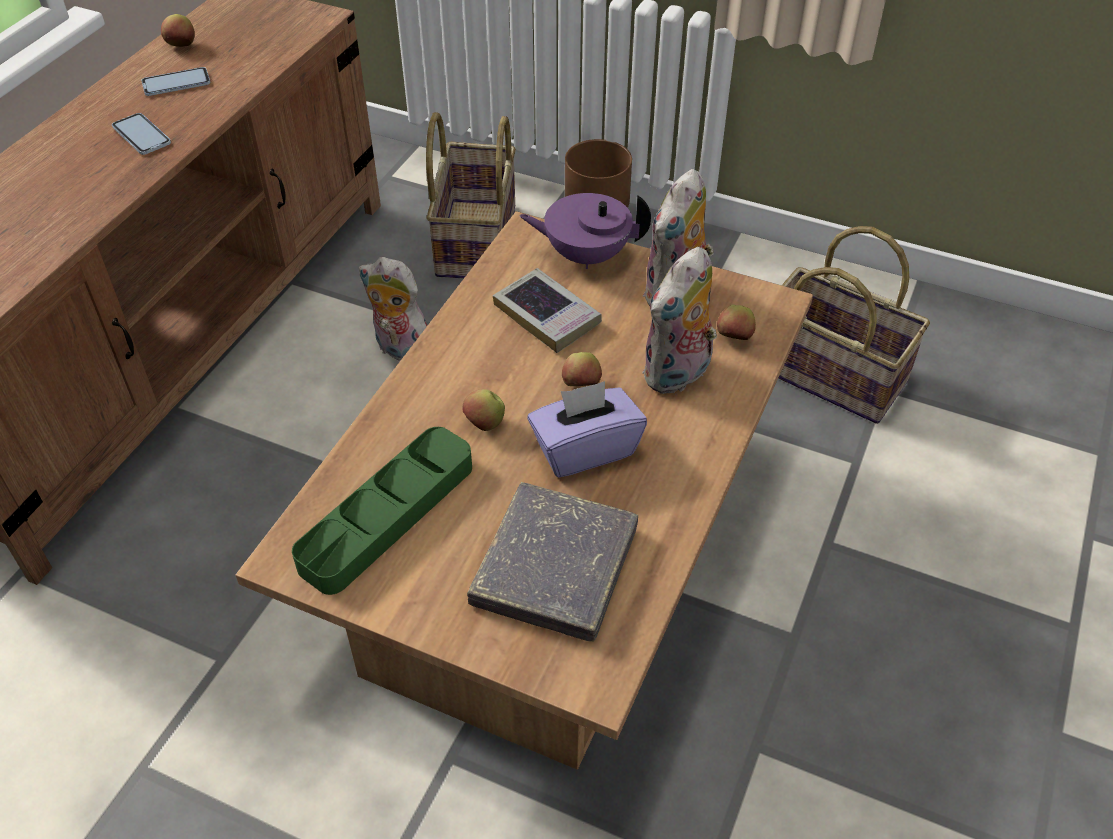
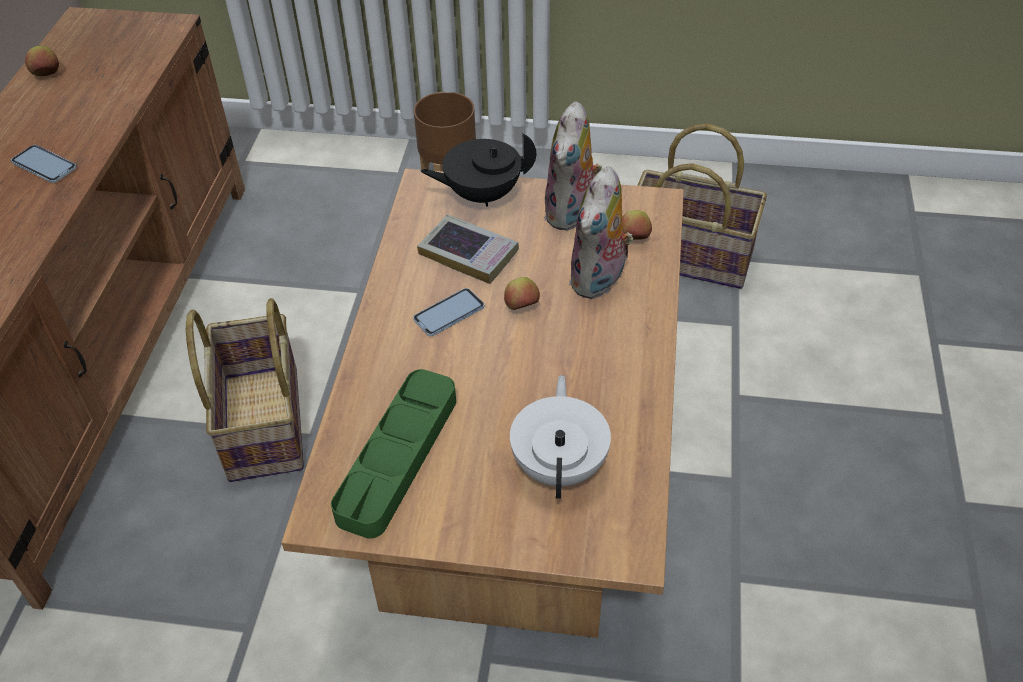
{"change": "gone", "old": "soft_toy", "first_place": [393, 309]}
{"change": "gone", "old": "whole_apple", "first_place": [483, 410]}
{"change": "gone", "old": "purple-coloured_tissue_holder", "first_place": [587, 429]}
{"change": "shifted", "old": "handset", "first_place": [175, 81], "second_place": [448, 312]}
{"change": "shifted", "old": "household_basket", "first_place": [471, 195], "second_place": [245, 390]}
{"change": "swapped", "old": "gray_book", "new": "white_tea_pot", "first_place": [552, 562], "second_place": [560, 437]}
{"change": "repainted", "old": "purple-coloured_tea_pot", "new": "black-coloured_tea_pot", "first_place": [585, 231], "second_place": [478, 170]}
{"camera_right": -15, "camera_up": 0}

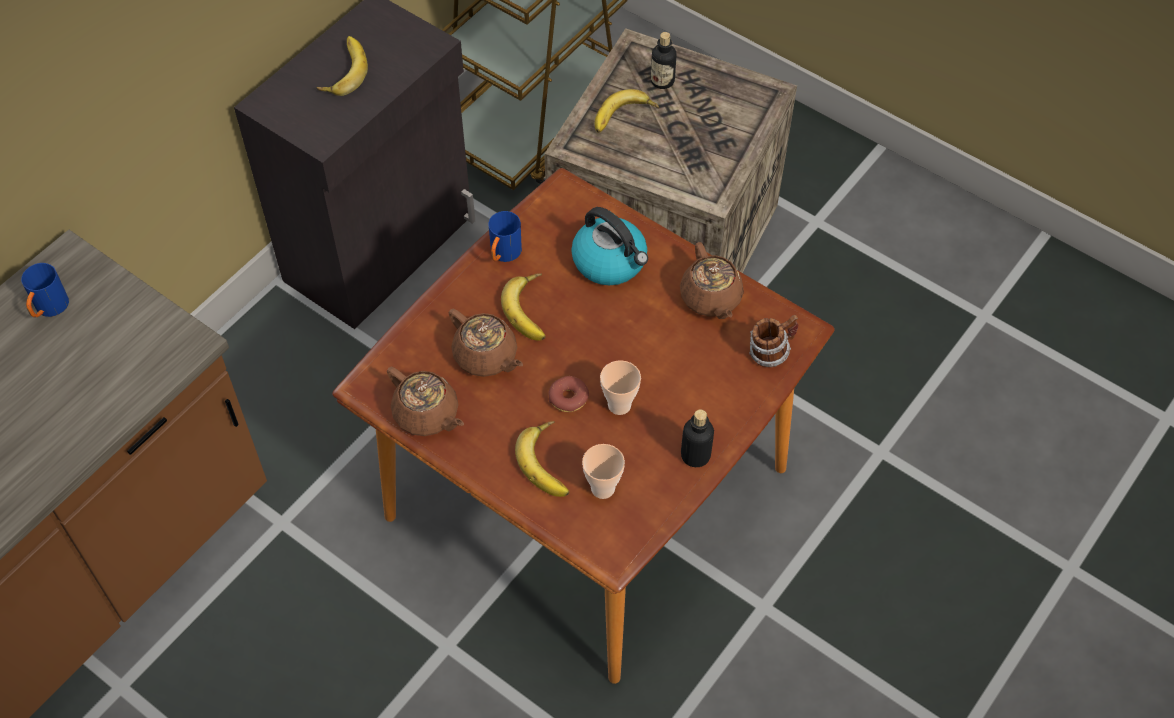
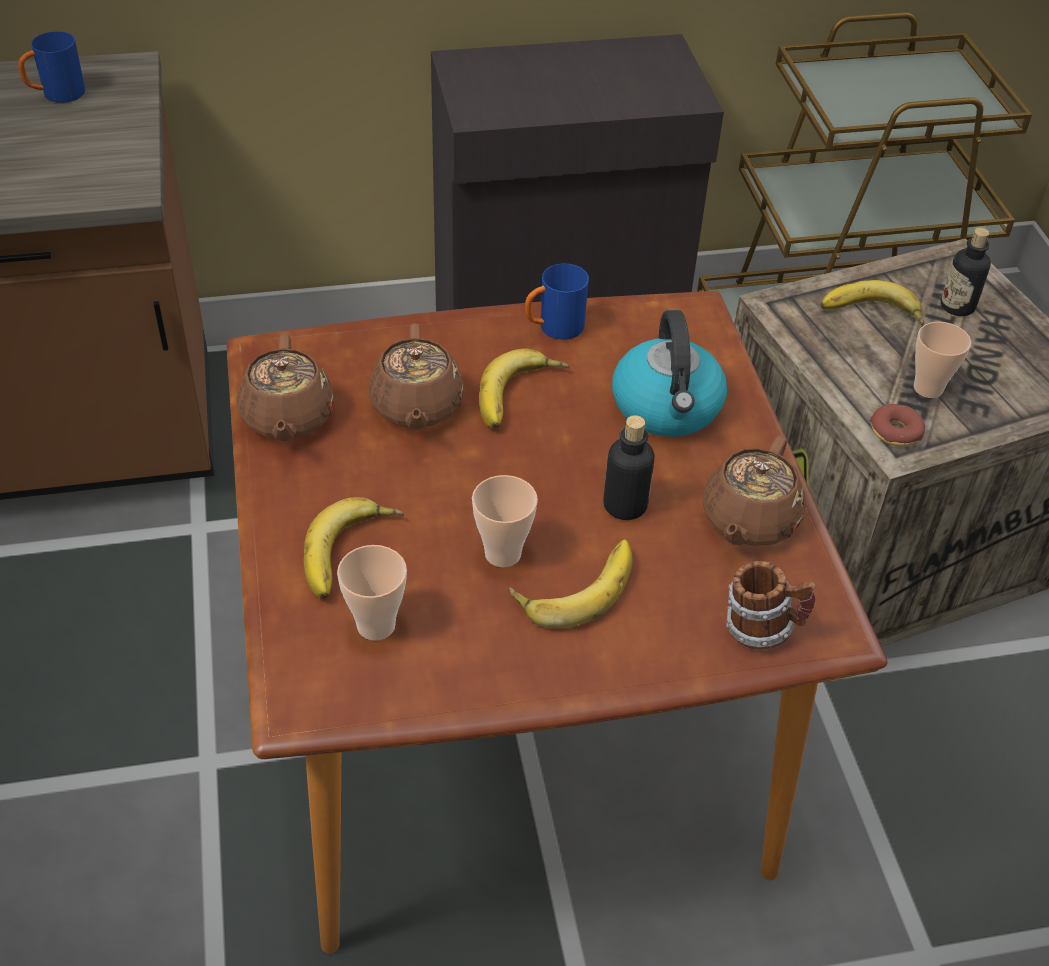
{"change": "new", "new": "cup", "second_place": [942, 360]}
{"change": "shifted", "old": "banana_fruit", "first_place": [342, 66], "second_place": [570, 583]}
{"change": "shifted", "old": "donut", "first_place": [568, 394], "second_place": [897, 425]}
{"change": "shifted", "old": "drink_bottle", "first_place": [697, 438], "second_place": [628, 467]}
{"camera_right": 40, "camera_up": -10}

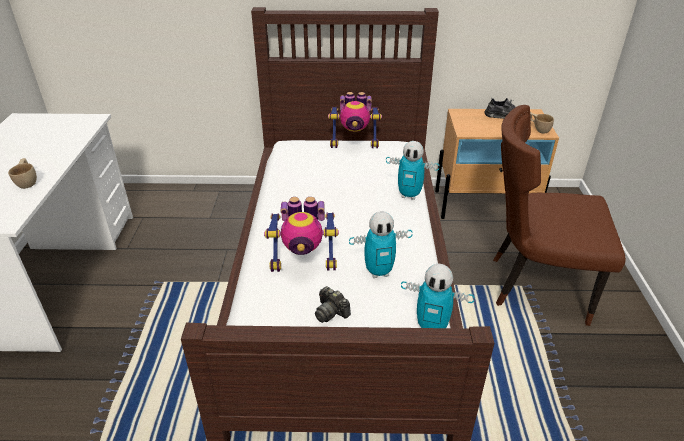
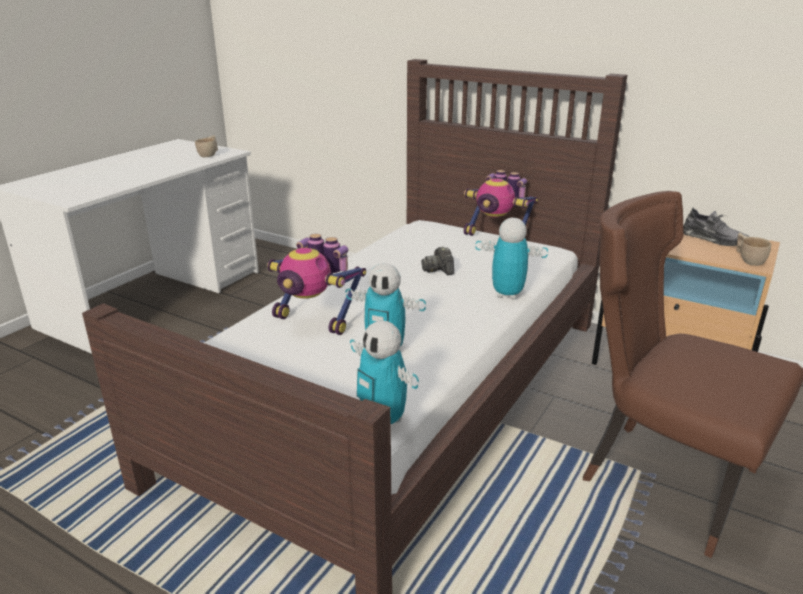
{"change": "shifted", "old": "beige_cup", "first_place": [22, 173], "second_place": [206, 146]}
{"change": "shifted", "old": "photo_camera", "first_place": [333, 304], "second_place": [437, 261]}
{"change": "rotated", "old": "robot_figure", "first_place": [413, 170], "second_place": [511, 258], "degrees": 150}
{"camera_right": 30, "camera_up": -10}

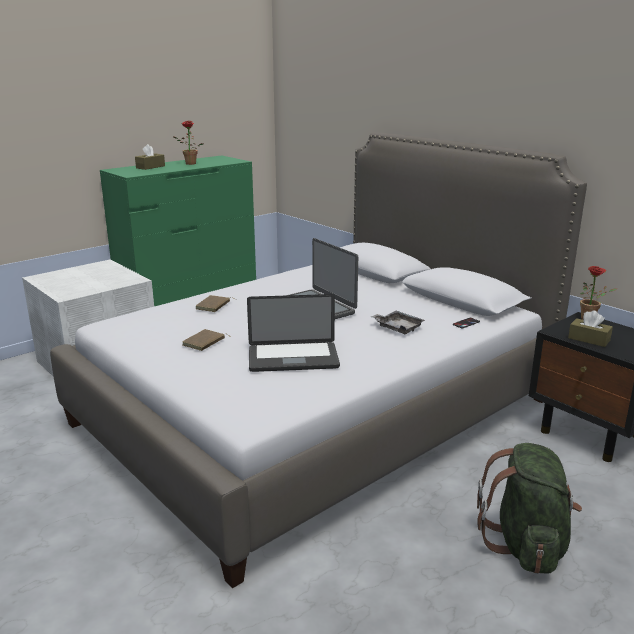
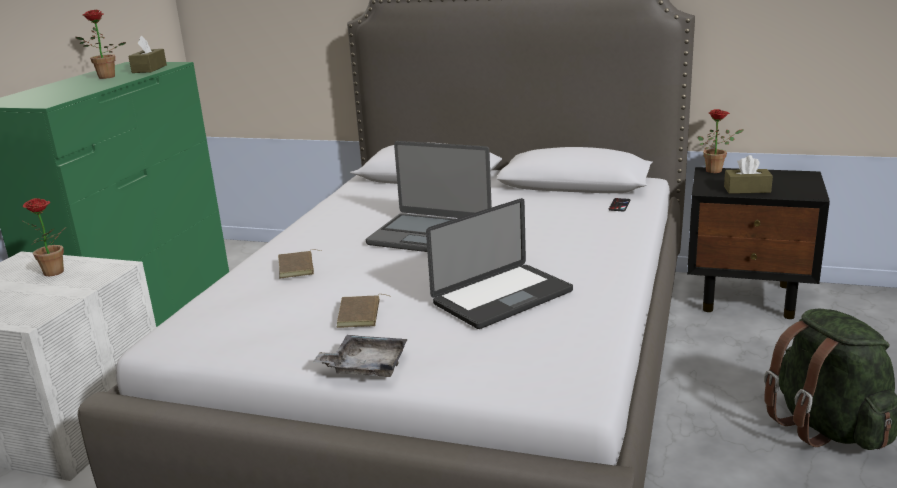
{"change": "new", "new": "plant_in_a_pot", "second_place": [44, 237]}
{"change": "shifted", "old": "brown_tissue_holder", "first_place": [150, 157], "second_place": [147, 54]}
{"change": "shifted", "old": "gray_carrying_tray", "first_place": [398, 322], "second_place": [360, 356]}
{"camera_right": -30, "camera_up": 0}

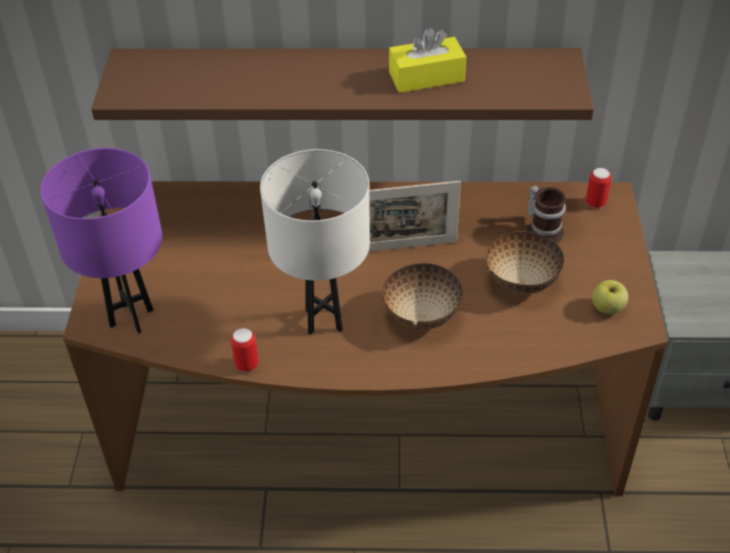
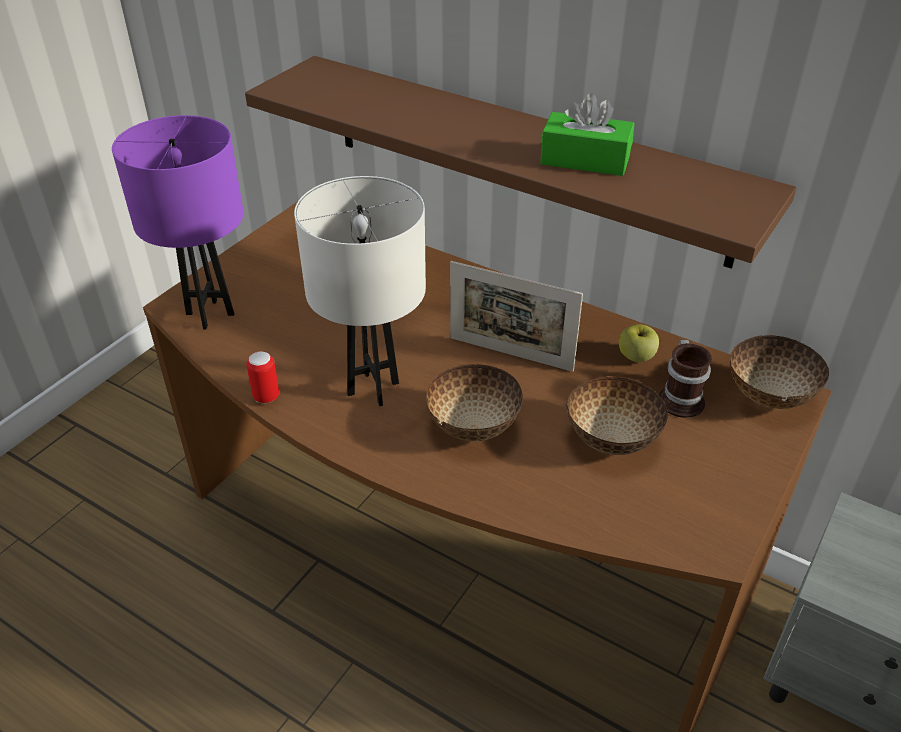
{"change": "shifted", "old": "whole_apple", "first_place": [610, 297], "second_place": [639, 343]}
{"change": "swapped", "old": "metal_can", "new": "bowl", "first_place": [598, 188], "second_place": [779, 372]}
{"change": "repainted", "old": "yellow-coloured_tissue_holder", "new": "green-coloured_tissue_holder", "first_place": [427, 60], "second_place": [587, 134]}
{"camera_right": 30, "camera_up": -5}

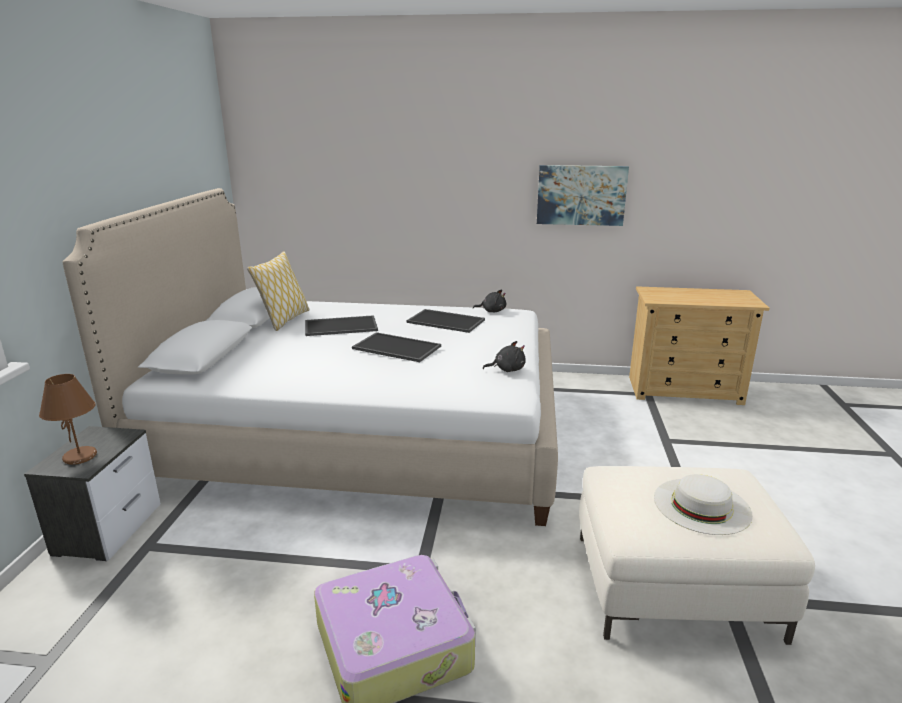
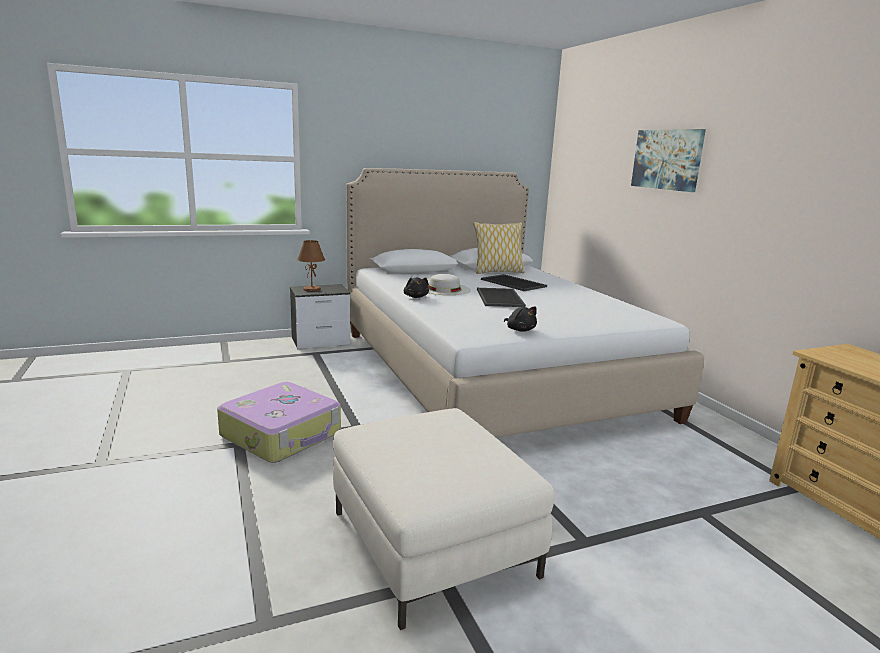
{"change": "gone", "old": "carrying_tray", "first_place": [446, 321]}
{"change": "shifted", "old": "black-coloured_soft_toy", "first_place": [489, 301], "second_place": [416, 287]}
{"change": "shifted", "old": "picture", "first_place": [583, 195], "second_place": [668, 160]}
{"change": "shifted", "old": "white_wearable_hat", "first_place": [703, 504], "second_place": [449, 284]}
{"camera_right": 60, "camera_up": -5}

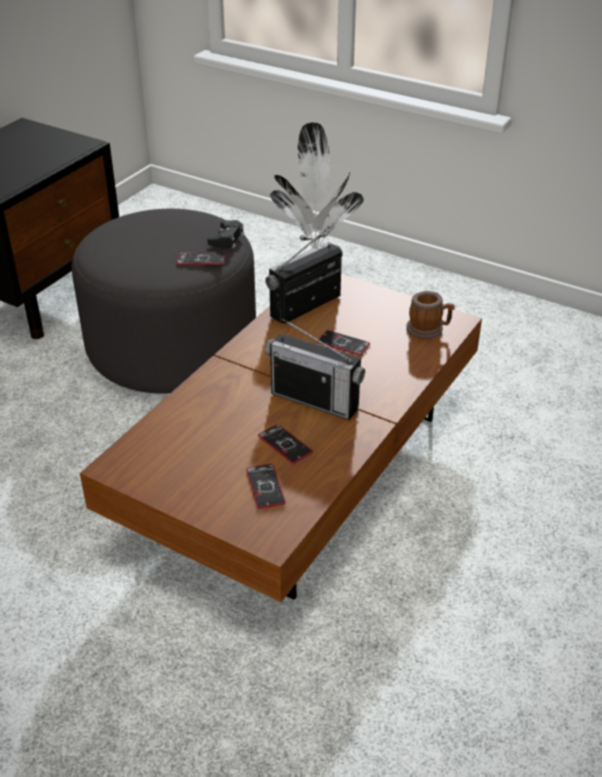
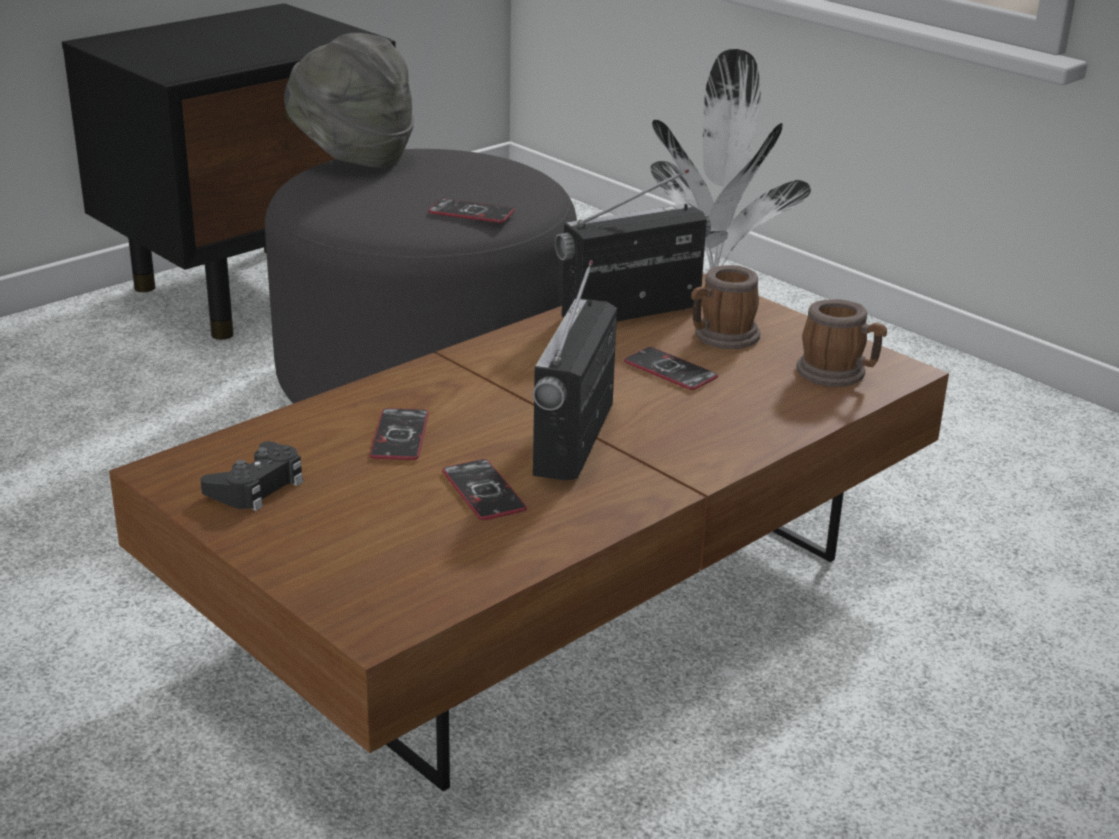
{"change": "new", "new": "gray_wearable_hat", "second_place": [349, 100]}
{"change": "new", "new": "mug", "second_place": [725, 307]}
{"change": "shifted", "old": "black-coloured_joypad", "first_place": [225, 234], "second_place": [251, 476]}
{"change": "shifted", "old": "handset", "first_place": [266, 486], "second_place": [399, 434]}
{"change": "rotated", "old": "radio", "first_place": [315, 369], "second_place": [575, 370], "degrees": 60}
{"camera_right": 15, "camera_up": -10}

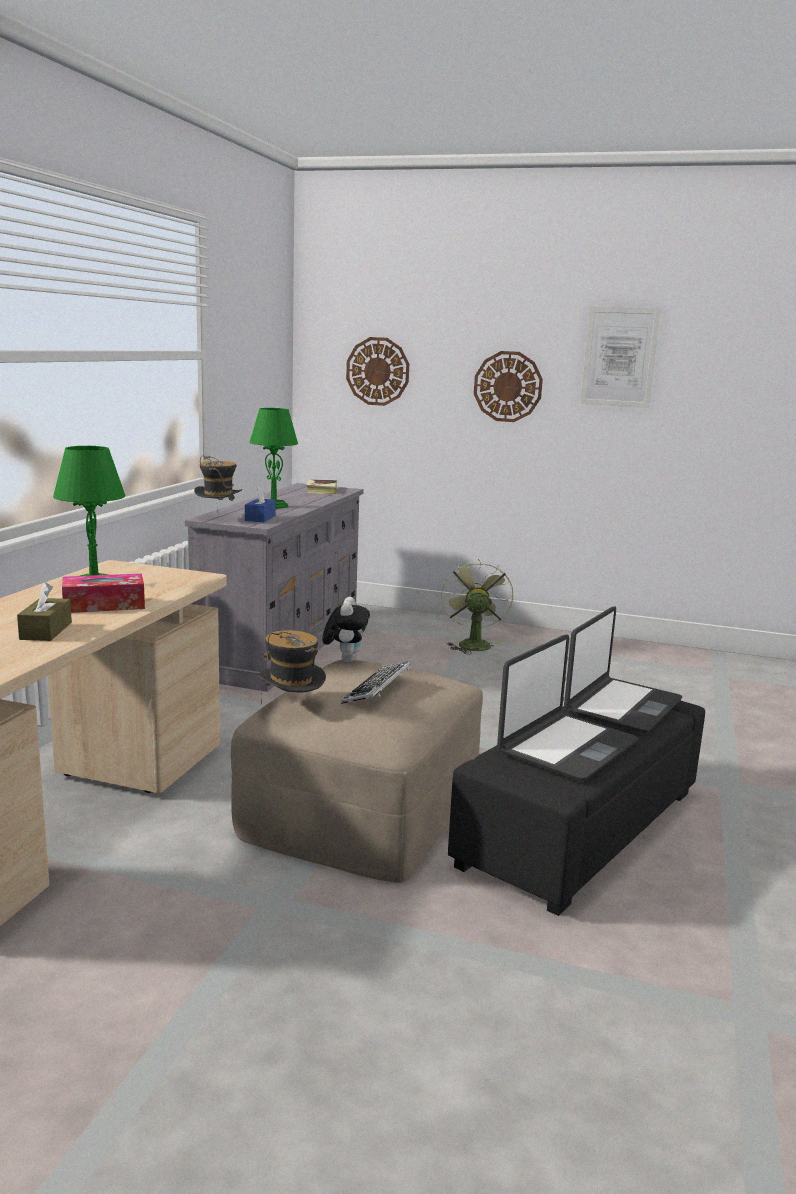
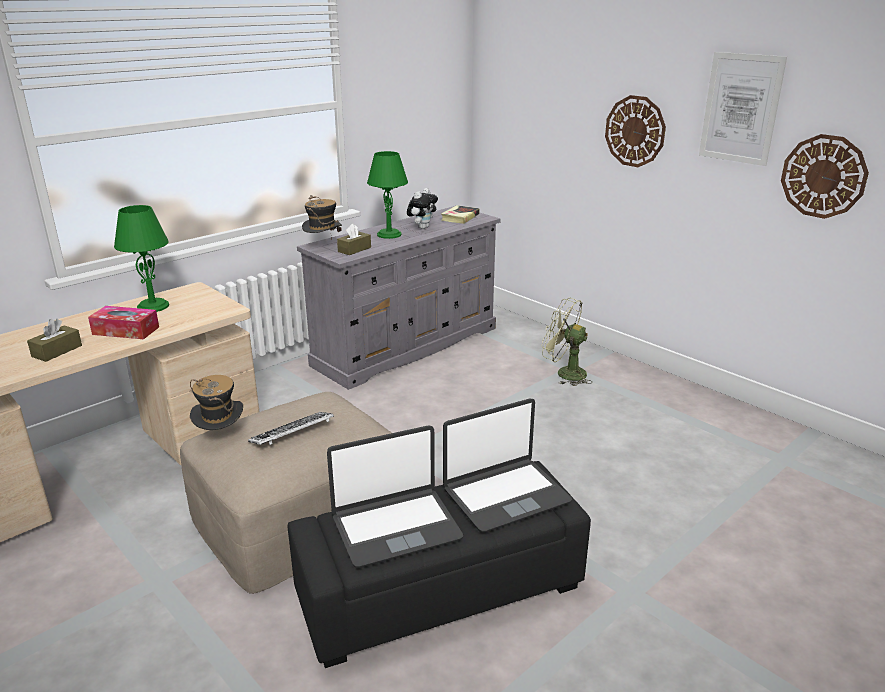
{"change": "shifted", "old": "soft_toy", "first_place": [346, 629], "second_place": [422, 208]}
{"change": "shifted", "old": "wall_clock", "first_place": [377, 371], "second_place": [825, 176]}
{"change": "repainted", "old": "blue_tissue_holder", "new": "brown_tissue_holder", "first_place": [260, 504], "second_place": [354, 239]}
{"change": "rotated", "old": "green-coloured_electric_fan", "first_place": [477, 606], "second_place": [567, 342], "degrees": -90}
{"camera_right": 30, "camera_up": 10}

